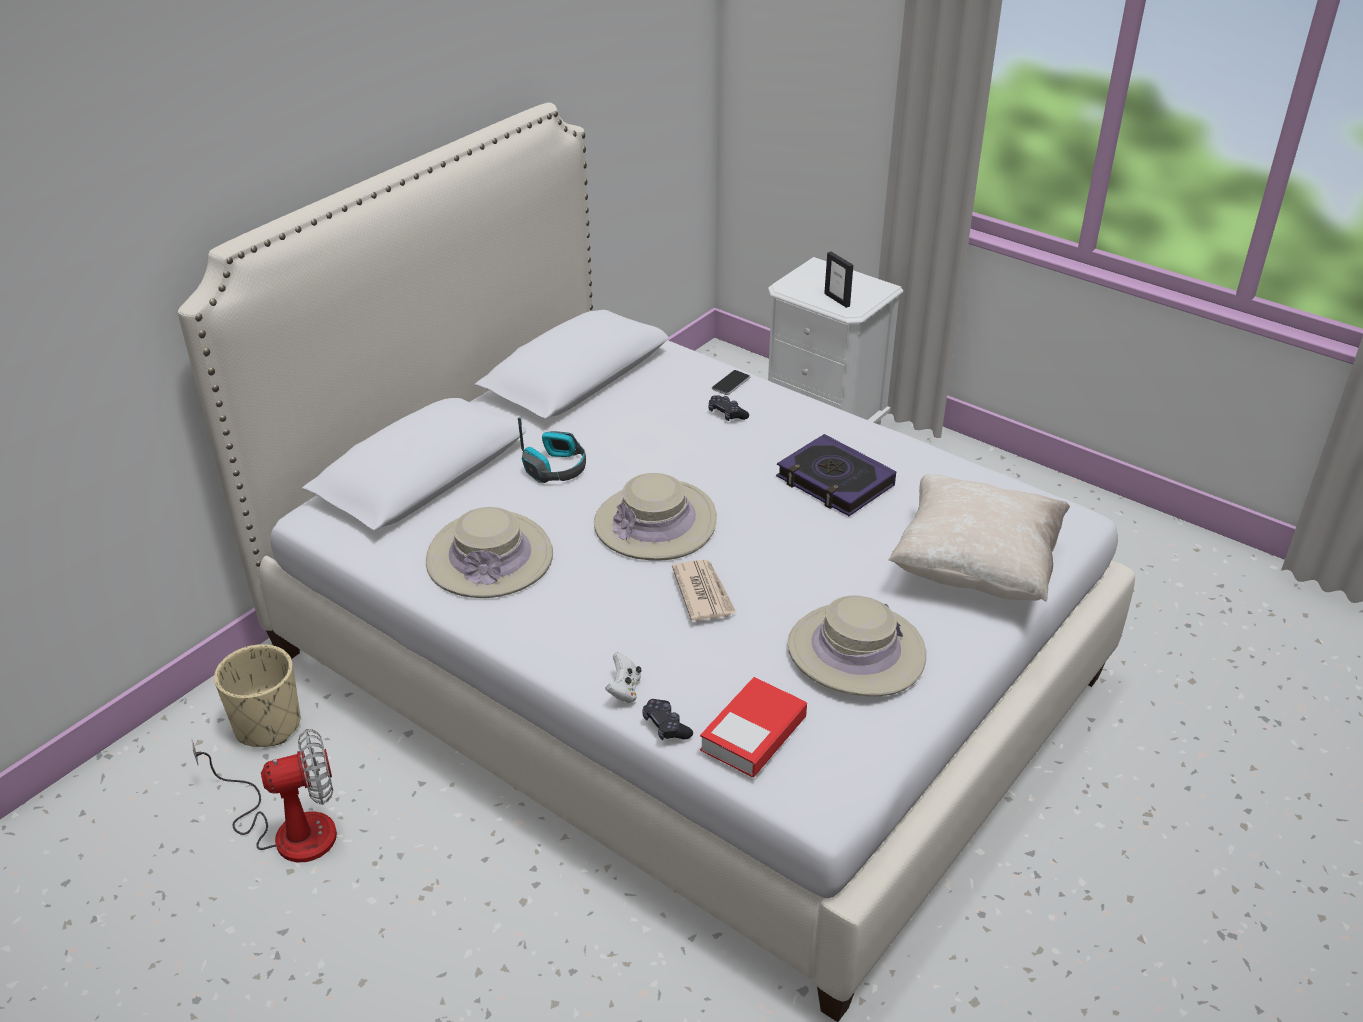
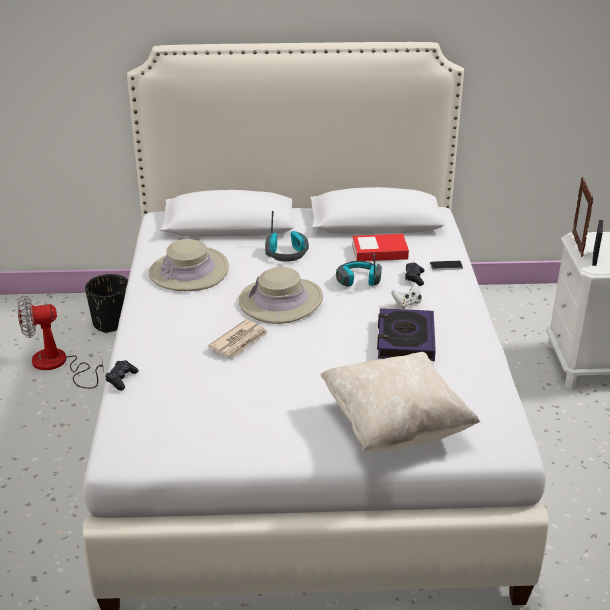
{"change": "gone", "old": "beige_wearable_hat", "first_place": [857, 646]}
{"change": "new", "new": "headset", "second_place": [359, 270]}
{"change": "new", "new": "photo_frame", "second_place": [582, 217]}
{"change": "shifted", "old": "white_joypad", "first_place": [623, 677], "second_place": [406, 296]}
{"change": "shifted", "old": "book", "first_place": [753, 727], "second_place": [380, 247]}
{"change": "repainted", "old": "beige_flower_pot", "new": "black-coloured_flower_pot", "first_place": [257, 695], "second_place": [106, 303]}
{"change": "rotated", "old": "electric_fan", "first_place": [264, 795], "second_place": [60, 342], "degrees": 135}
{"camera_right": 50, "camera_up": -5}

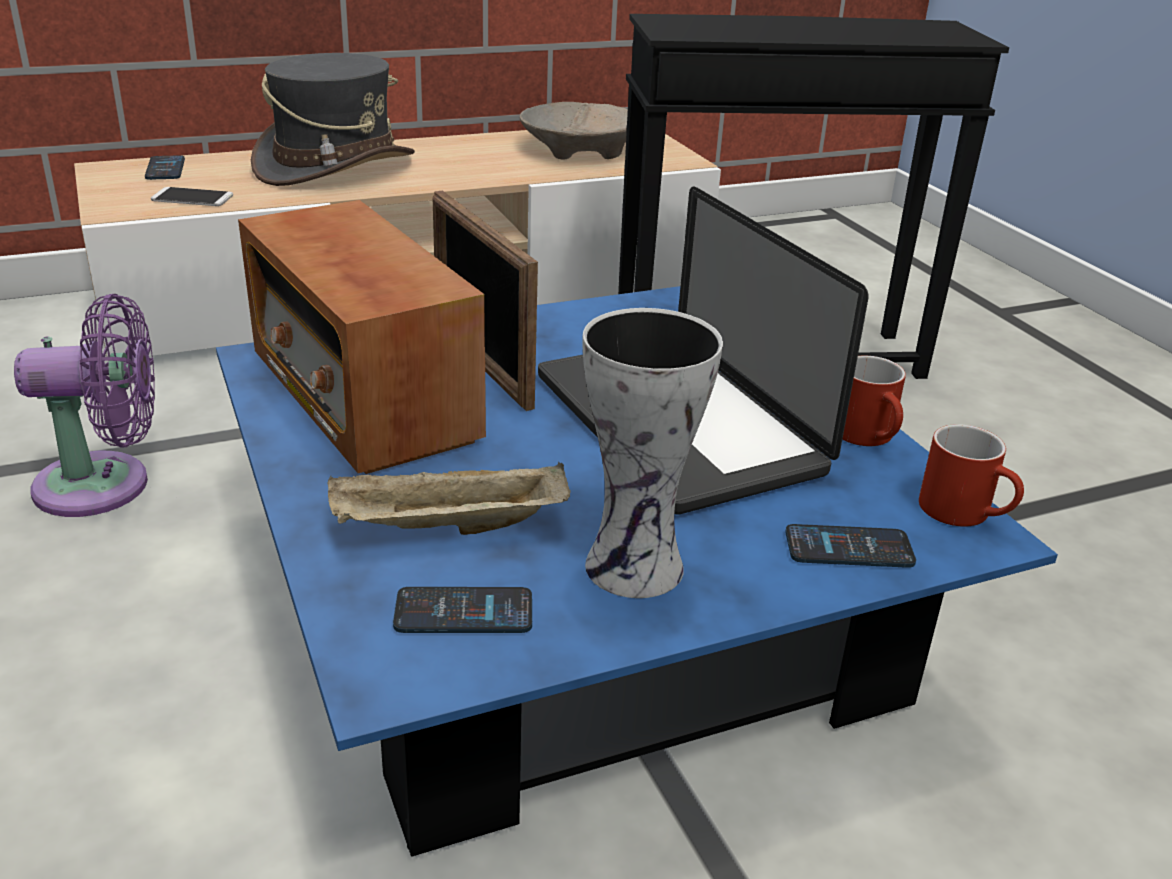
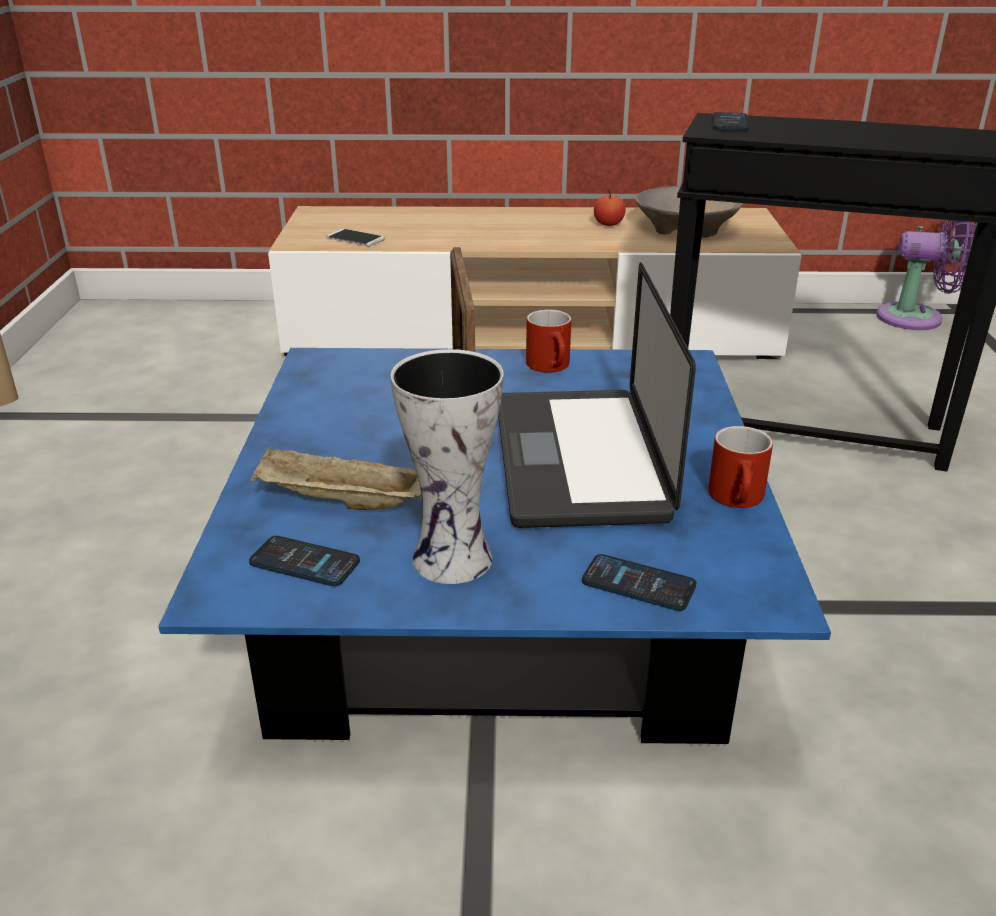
{"change": "gone", "old": "radio", "first_place": [362, 337]}
{"change": "gone", "old": "gray_wearable_hat", "first_place": [333, 119]}
{"change": "new", "new": "whole_apple", "second_place": [610, 208]}
{"change": "shifted", "old": "purple-coloured_electric_fan", "first_place": [84, 405], "second_place": [926, 275]}
{"change": "shifted", "old": "handset", "first_place": [165, 167], "second_place": [731, 121]}
{"change": "shifted", "old": "red-coloured_mug", "first_place": [971, 475], "second_place": [548, 341]}
{"camera_right": 25, "camera_up": 0}

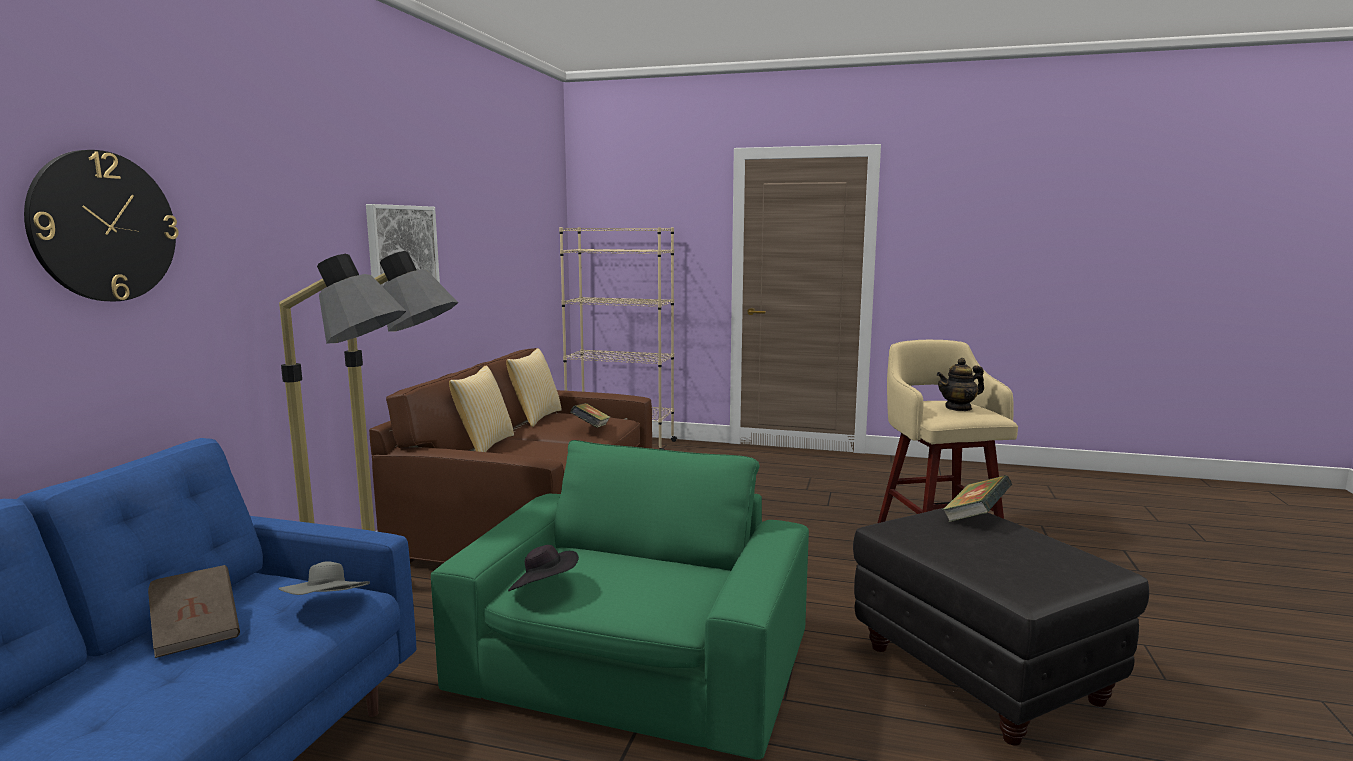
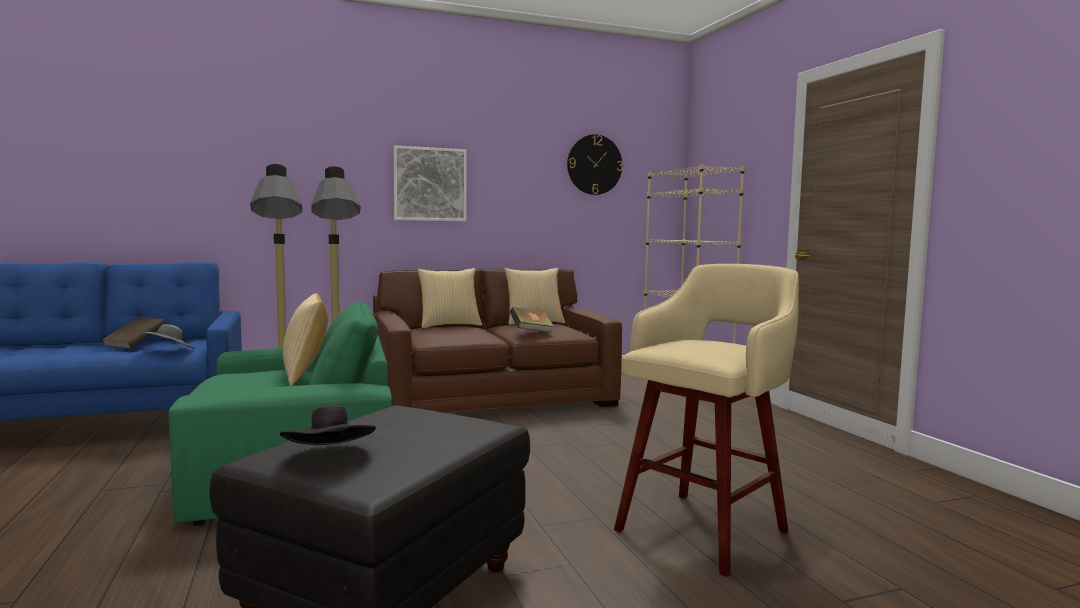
{"change": "gone", "old": "tea_pot", "first_place": [960, 384]}
{"change": "gone", "old": "book", "first_place": [977, 498]}
{"change": "new", "new": "cushion", "second_place": [305, 339]}
{"change": "shifted", "old": "wall_clock", "first_place": [101, 225], "second_place": [595, 164]}
{"change": "shifted", "old": "black-coloured_wearable_hat", "first_place": [543, 568], "second_place": [328, 425]}
{"camera_right": 55, "camera_up": -5}

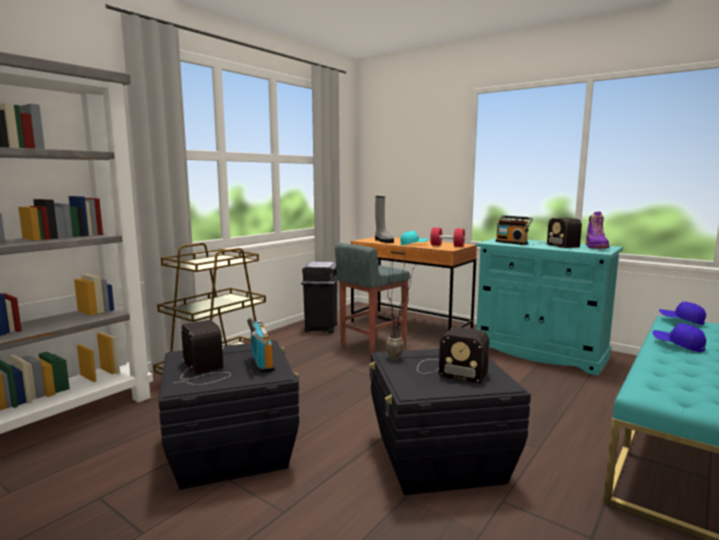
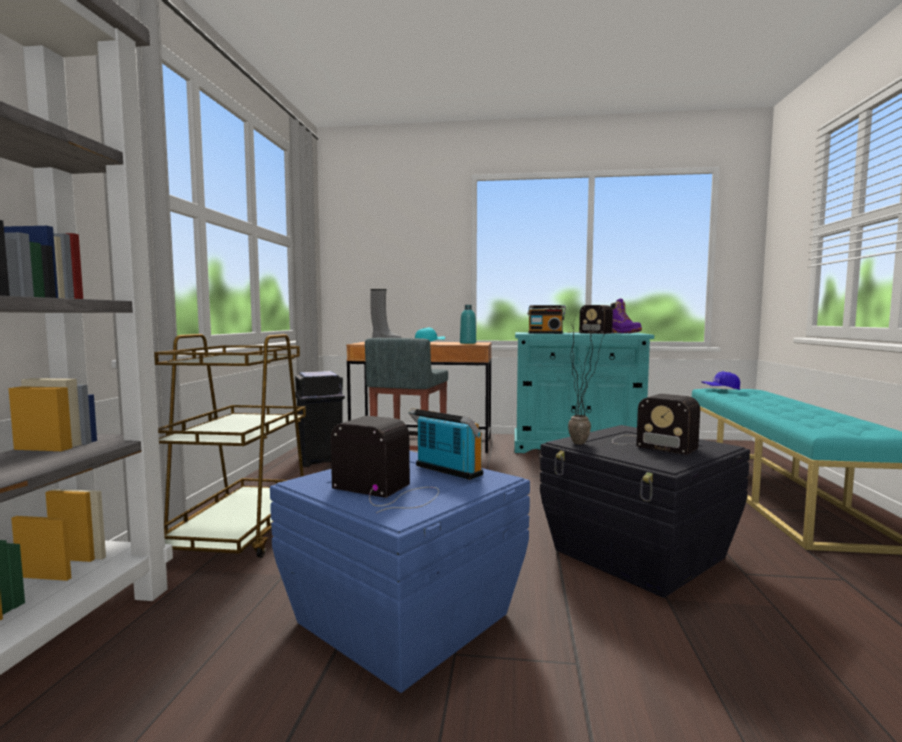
{"change": "gone", "old": "blue_cap", "first_place": [679, 337]}
{"change": "swapped", "old": "red-coloured_dumbbell", "new": "turquoise-coloured_drink_bottle", "first_place": [447, 237], "second_place": [468, 324]}
{"change": "repainted", "old": "black-coloured_storage_box", "new": "blue_storage_box", "first_place": [229, 414], "second_place": [400, 572]}
{"change": "rotated", "old": "radio", "first_place": [453, 355], "second_place": [656, 424], "degrees": 45}
{"camera_right": -30, "camera_up": -5}

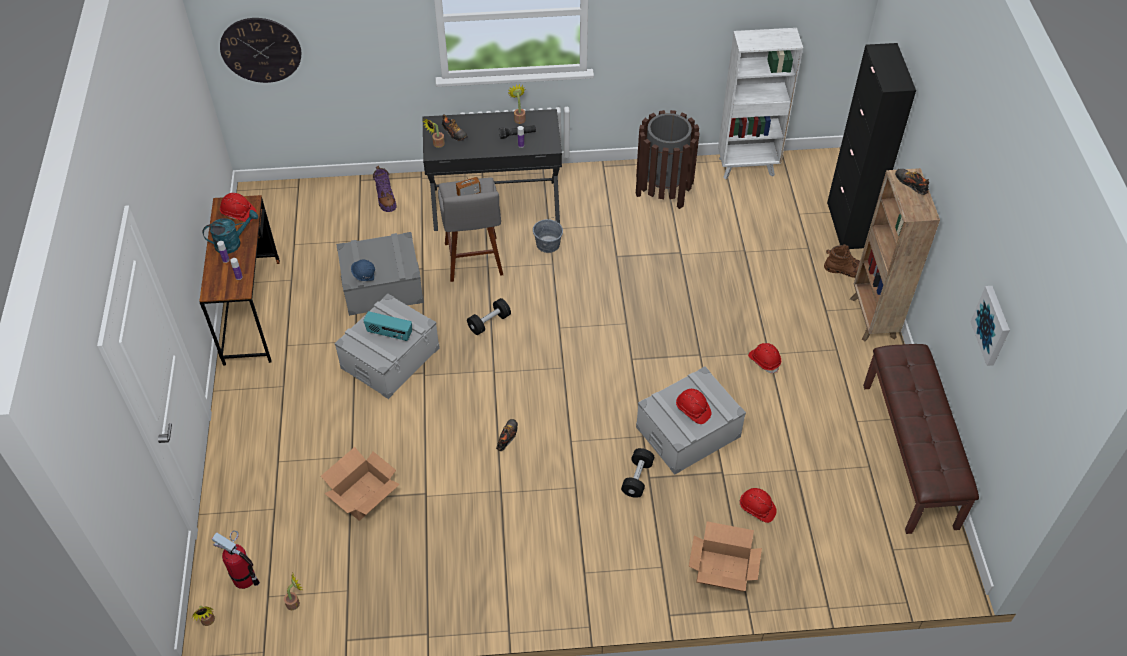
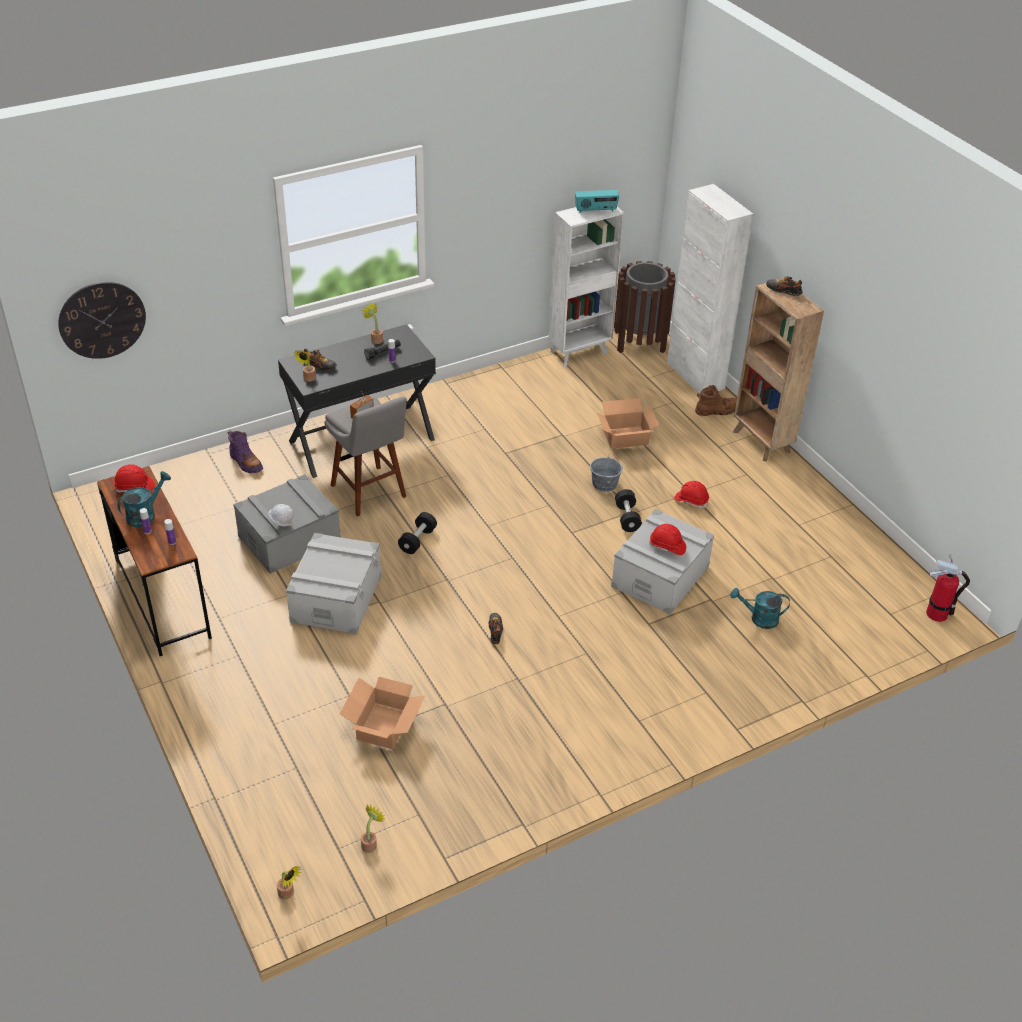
{"change": "gone", "old": "brown_long_seat", "first_place": [921, 439]}
{"change": "gone", "old": "picture", "first_place": [990, 326]}
{"change": "shifted", "old": "fire_extinguisher", "first_place": [236, 560], "second_place": [948, 588]}
{"change": "shifted", "old": "radio", "first_place": [387, 326], "second_place": [597, 201]}
{"change": "shifted", "old": "gray_pail", "first_place": [548, 235], "second_place": [606, 472]}
{"change": "shifted", "old": "black-coloured_dumbbell", "first_place": [637, 473], "second_place": [628, 510]}
{"change": "shifted", "old": "brown_rubbish_bin", "first_place": [668, 159], "second_place": [645, 307]}
{"change": "shifted", "old": "cardboard_box", "first_place": [725, 556], "second_place": [628, 423]}
{"change": "swapped", "old": "red-coloured_work_helmet", "new": "turquoise-coloured_watering_can", "first_place": [758, 505], "second_place": [760, 608]}
{"change": "repainted", "old": "blue_work_helmet", "new": "white_work_helmet", "first_place": [363, 270], "second_place": [281, 515]}
{"change": "repainted", "old": "black-coloured_cabinet", "new": "white_cabinet", "first_place": [871, 146], "second_place": [710, 289]}
{"camera_right": -25, "camera_up": -10}

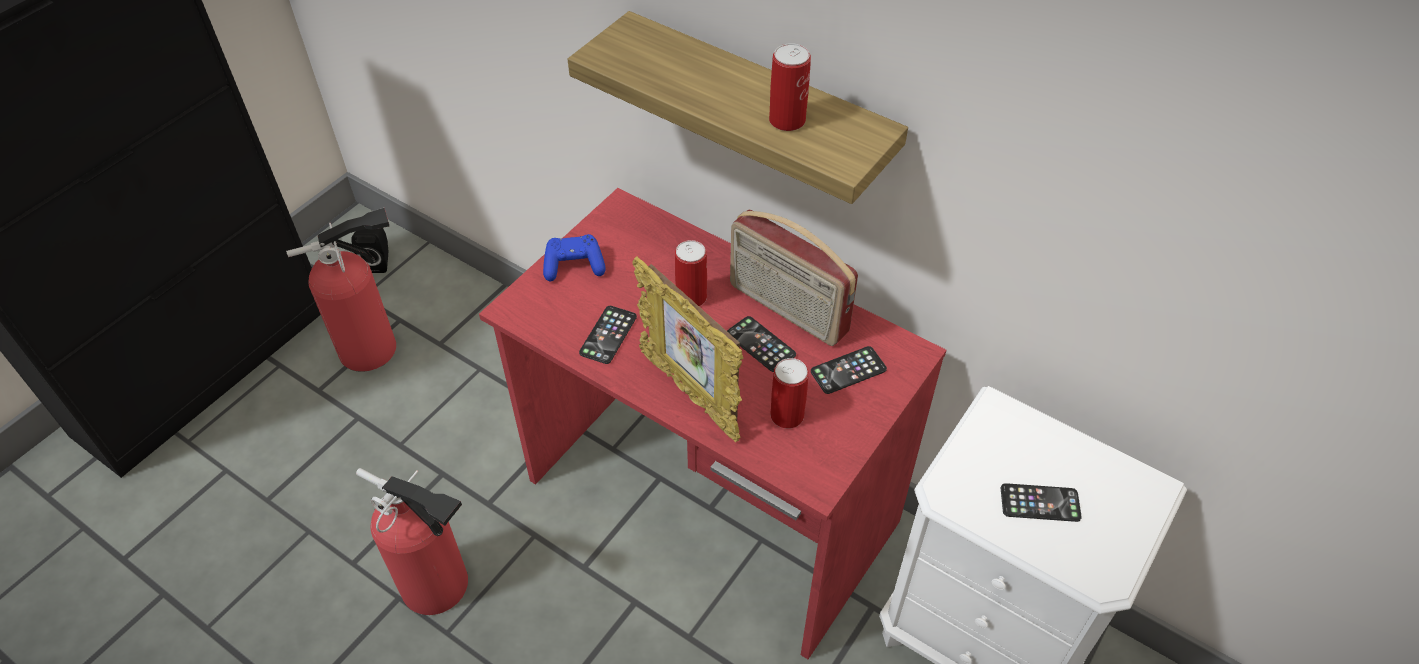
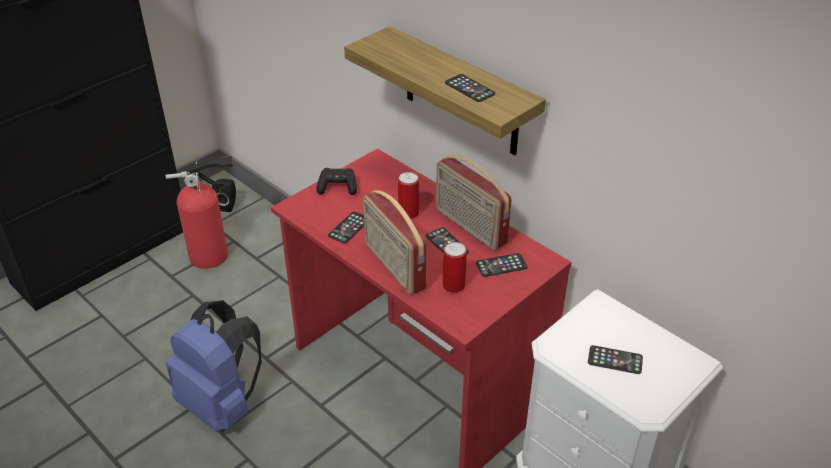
{"change": "swapped", "old": "fire_extinguisher", "new": "blue_backpack", "first_place": [412, 541], "second_place": [214, 366]}
{"change": "swapped", "old": "photo_frame", "new": "radio", "first_place": [688, 349], "second_place": [395, 242]}
{"change": "swapped", "old": "metal_can", "new": "handset", "first_place": [790, 87], "second_place": [470, 88]}
{"change": "repainted", "old": "blue_joypad", "new": "black-coloured_joypad", "first_place": [574, 257], "second_place": [336, 181]}
{"camera_right": 10, "camera_up": -10}

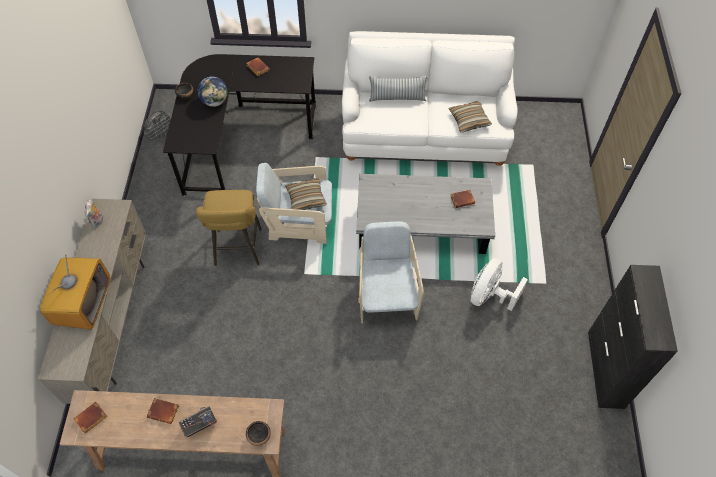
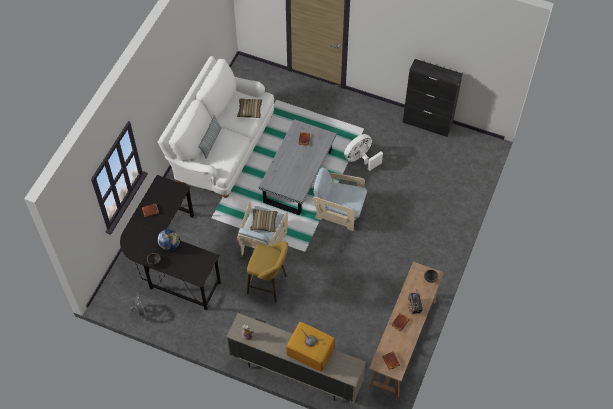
{"change": "rotated", "old": "white_electric_fan", "first_place": [499, 284], "second_place": [363, 152], "degrees": 90}
{"camera_right": -70, "camera_up": 0}

